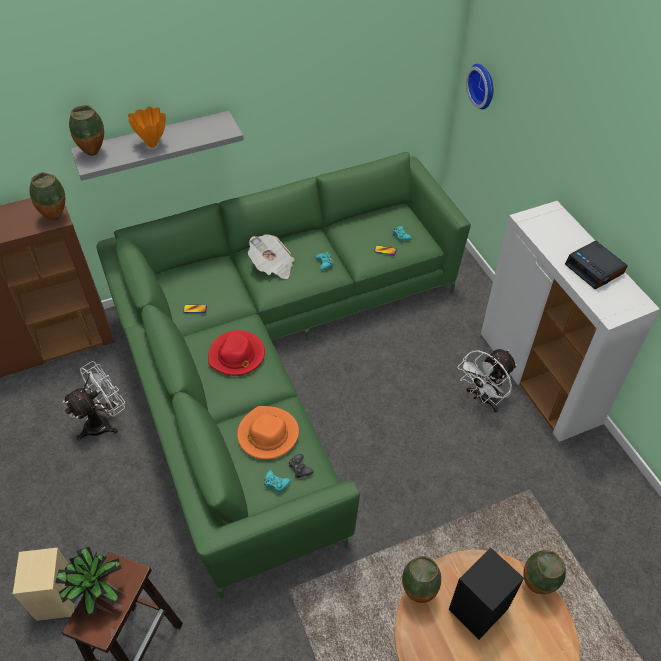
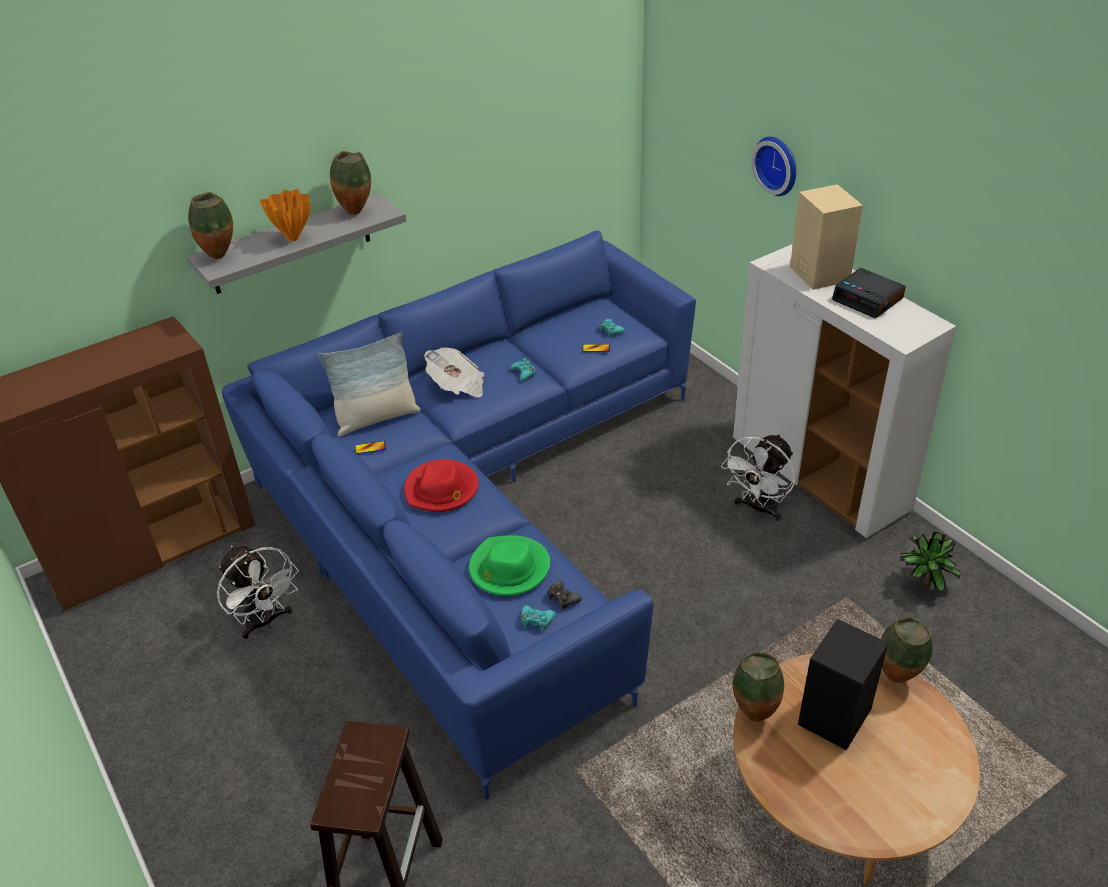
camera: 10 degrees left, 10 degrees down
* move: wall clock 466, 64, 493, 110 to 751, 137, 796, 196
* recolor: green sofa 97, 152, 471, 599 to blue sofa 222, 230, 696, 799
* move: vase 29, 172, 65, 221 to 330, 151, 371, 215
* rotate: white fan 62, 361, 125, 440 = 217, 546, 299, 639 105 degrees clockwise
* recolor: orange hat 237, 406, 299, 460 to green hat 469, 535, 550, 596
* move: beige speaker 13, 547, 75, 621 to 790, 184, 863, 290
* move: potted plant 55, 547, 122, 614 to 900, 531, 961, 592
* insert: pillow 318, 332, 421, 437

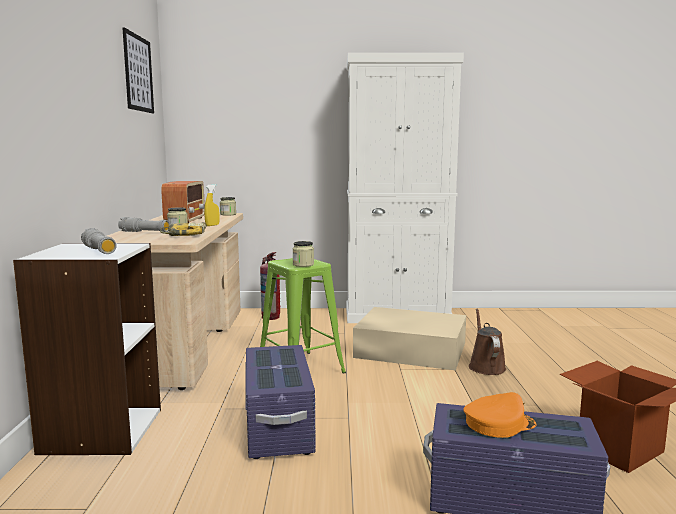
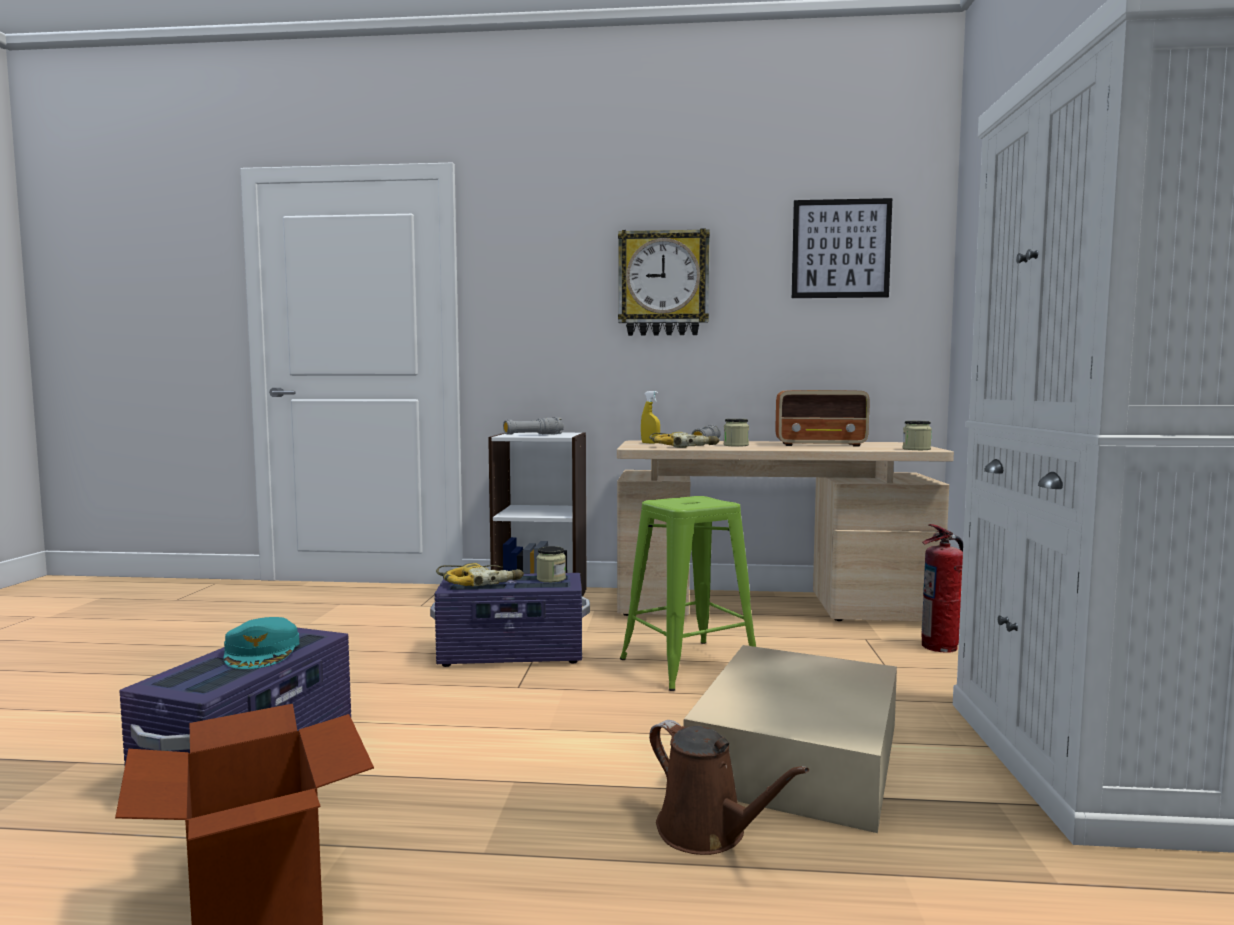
camera: 95 degrees right, 5 degrees down
* move: yellow spray bottle 204, 184, 220, 226 to 641, 391, 660, 444
* move: jar 293, 241, 314, 267 to 537, 546, 566, 583
* rotate: brown watering can 469, 309, 506, 375 = 649, 720, 809, 855 45 degrees clockwise
* recolor: orange cap 463, 392, 537, 438 to turquoise cap 223, 617, 299, 669
* insert: wall clock 618, 228, 710, 336
* insert: power drill 436, 563, 524, 586

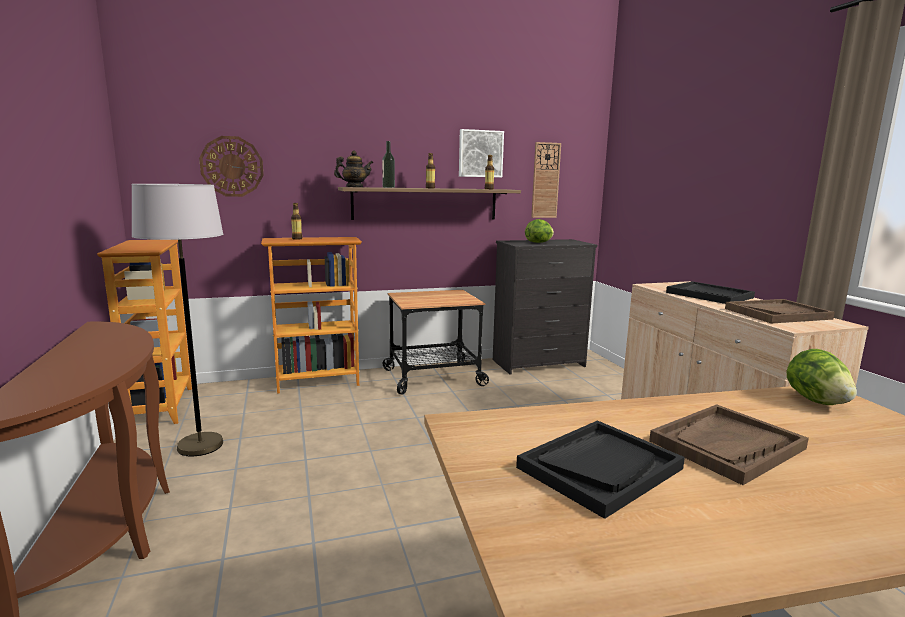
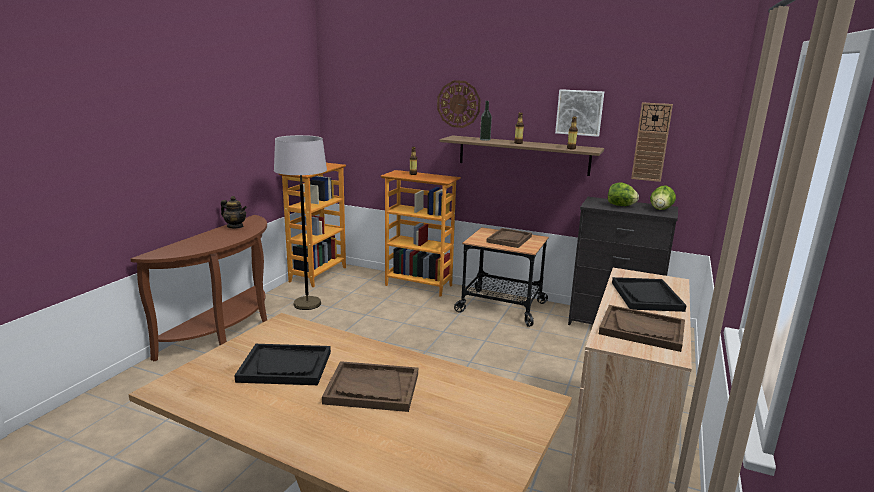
camera: 40 degrees right, 5 degrees up
* move: wall clock 199, 136, 263, 197 to 437, 80, 481, 128
* move: teapot 334, 150, 373, 187 to 221, 196, 247, 228
* move: lettuce 787, 349, 857, 405 to 650, 185, 676, 210
* insert: brown tray 487, 228, 532, 248

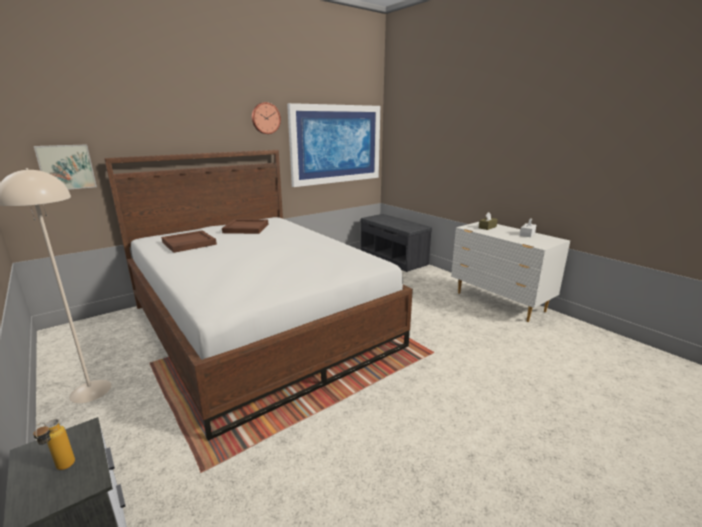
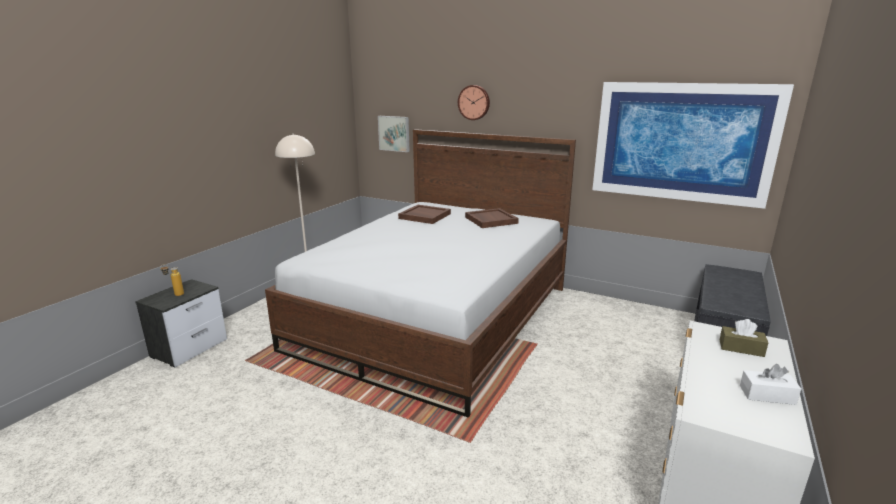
camera: 65 degrees right, 0 degrees up
* move: wall clock 252, 102, 281, 134 to 458, 85, 490, 120

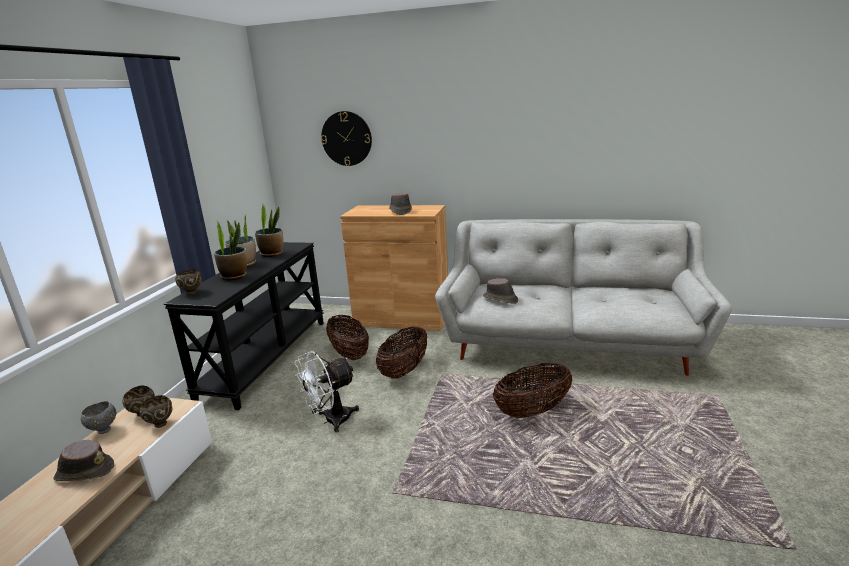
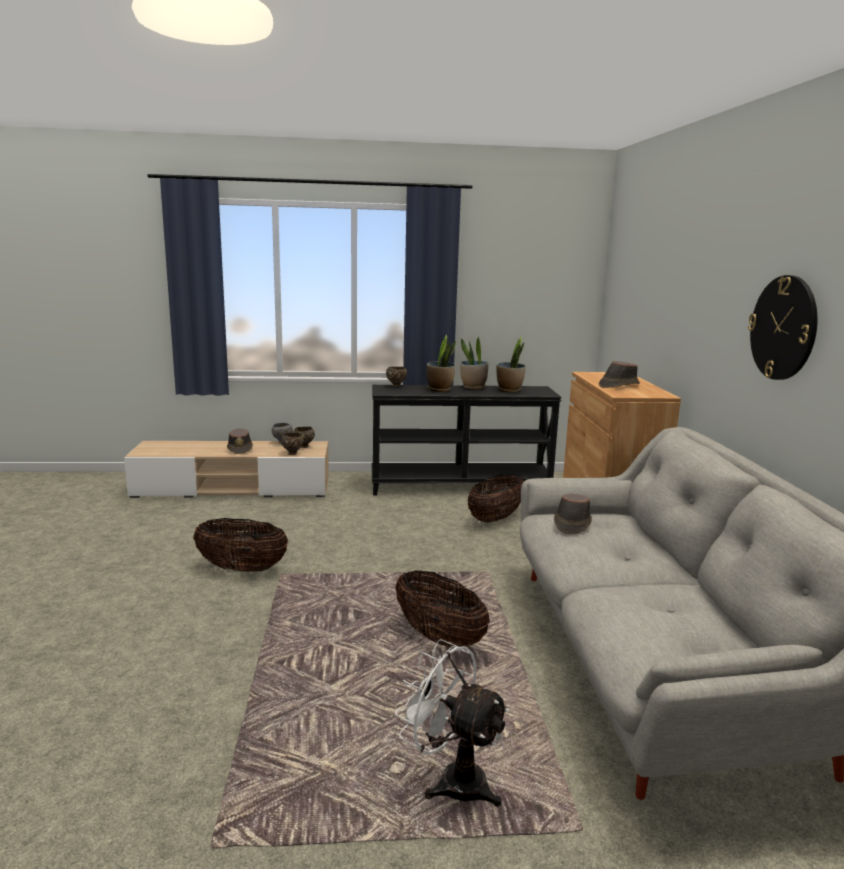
camera: 70 degrees right, 5 degrees down
* move: wall clock 321, 111, 372, 166 to 748, 275, 817, 380
* move: basket 376, 326, 427, 379 to 193, 518, 288, 572
* move: white fan 294, 351, 359, 432 to 395, 639, 510, 807

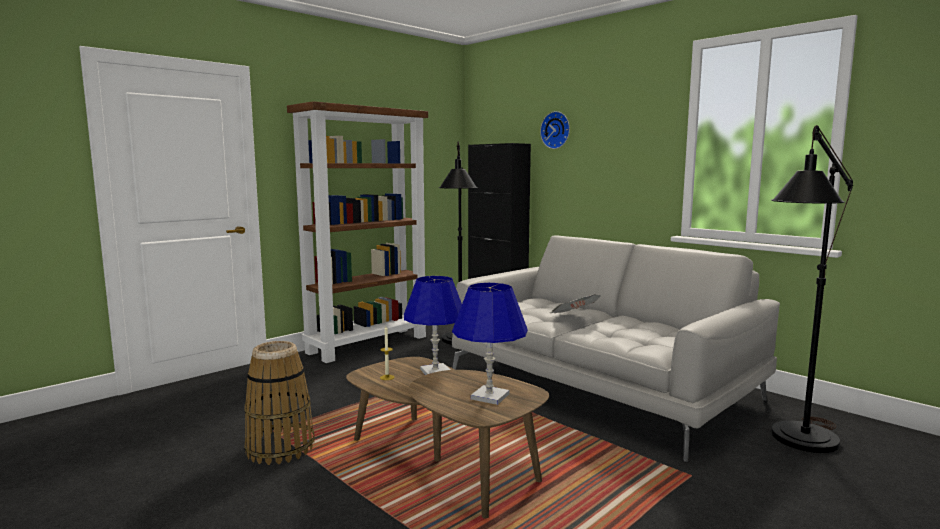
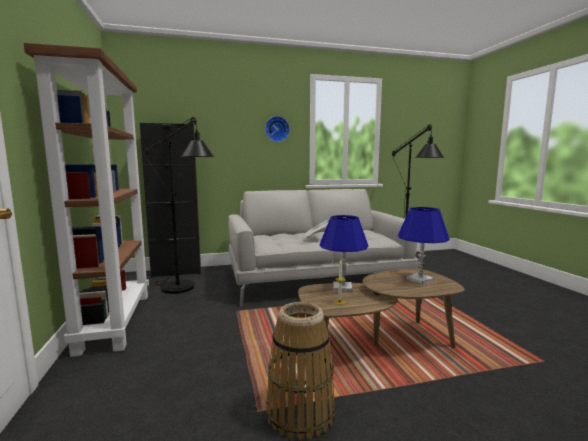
camera: 60 degrees left, 0 degrees up
* move: wall clock 540, 111, 570, 149 to 265, 116, 290, 142

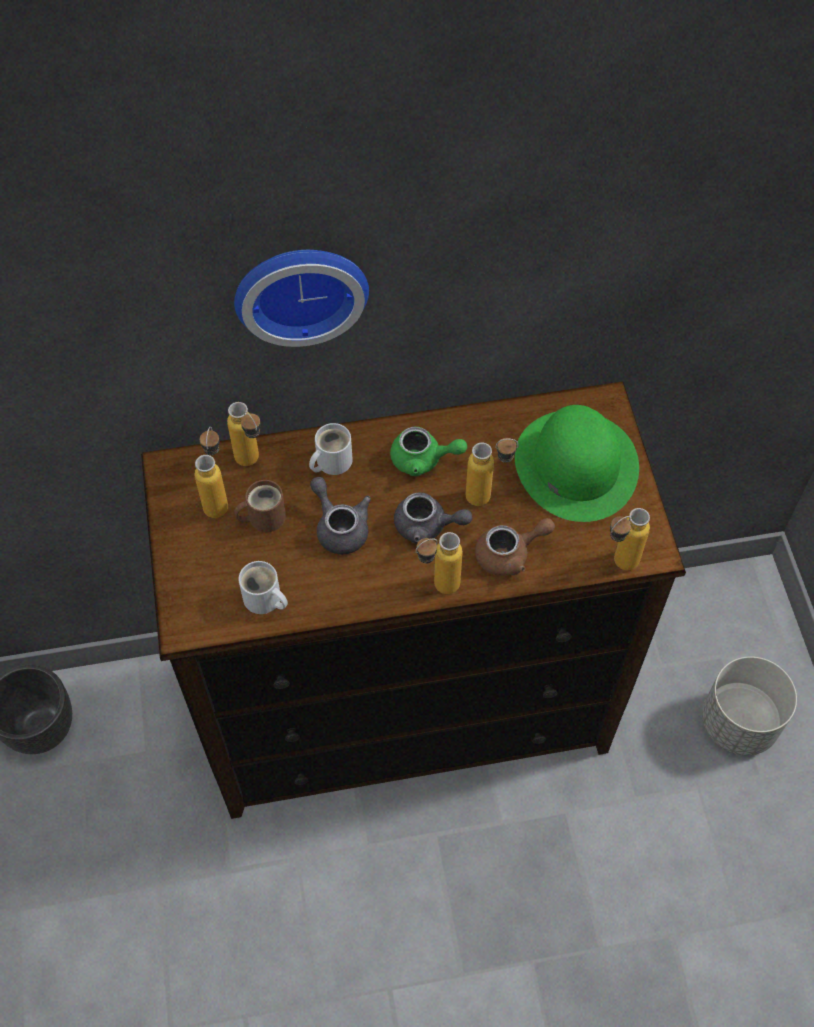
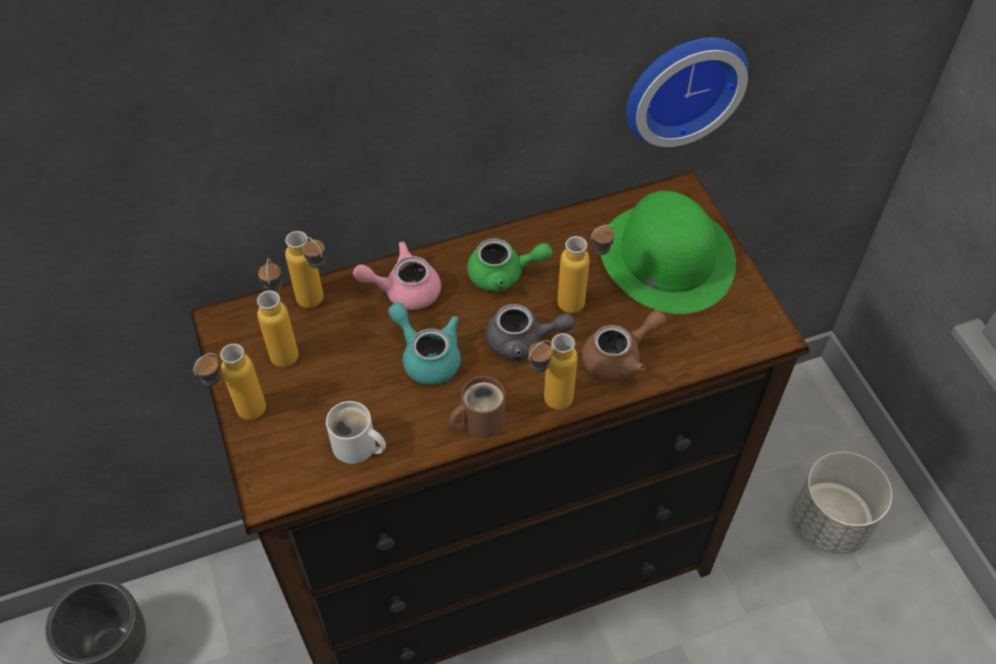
camera: 10 degrees left, 5 degrees down
* move: wall clock 234, 250, 369, 347 to 626, 37, 748, 147
* replace: white mug 309, 423, 353, 475 to pink teapot 353, 241, 441, 310
* recolor: grey teapot 310, 477, 371, 554 to turquoise teapot 388, 303, 461, 385
* move: brown mug 234, 480, 286, 532 to 449, 376, 505, 438
* move: bottle 610, 508, 650, 570 to 193, 344, 266, 420

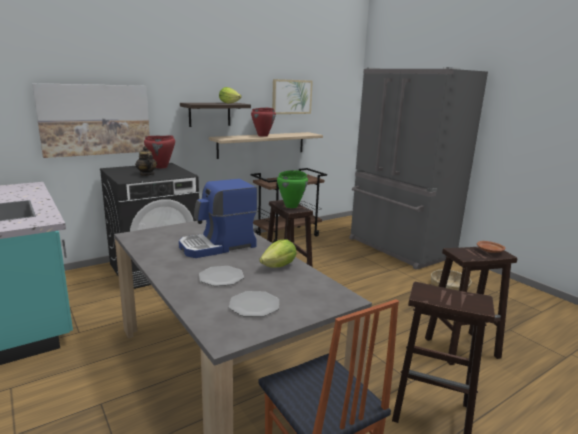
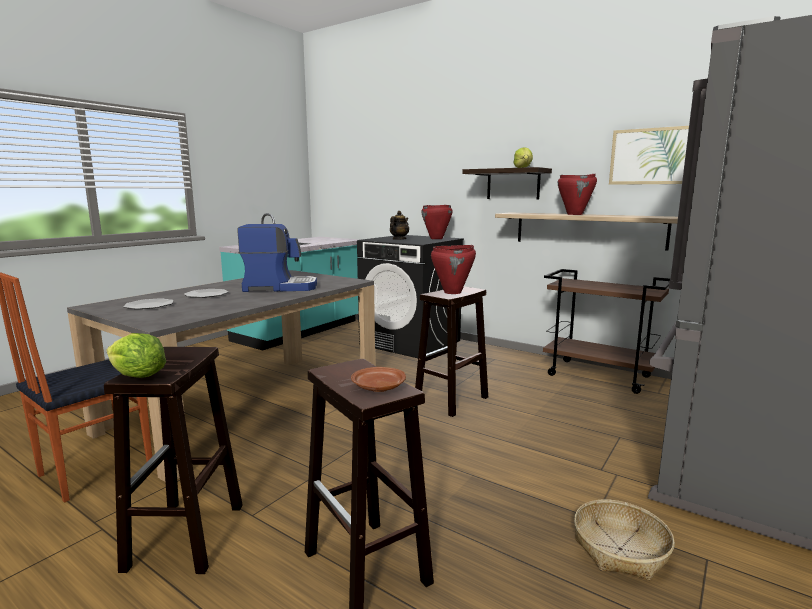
camera: 70 degrees right, 5 degrees down
* delete: picture 32, 83, 150, 158
* recolor: green cooking pot 277, 170, 308, 208 to red cooking pot 431, 245, 476, 294
* rotate: coffee machine 179, 179, 257, 258 = 237, 224, 317, 292 135 degrees clockwise
* move: lettuce 259, 239, 297, 268 to 107, 333, 166, 378

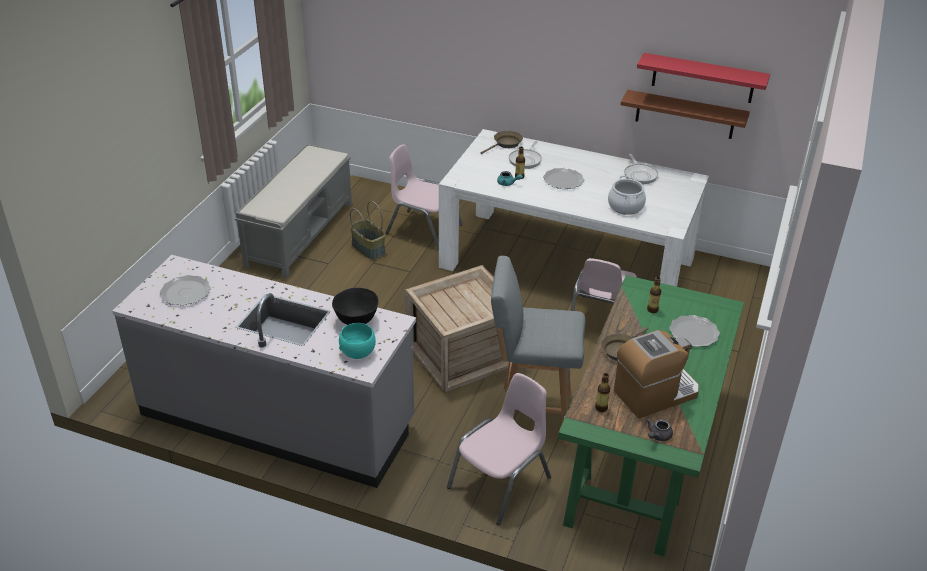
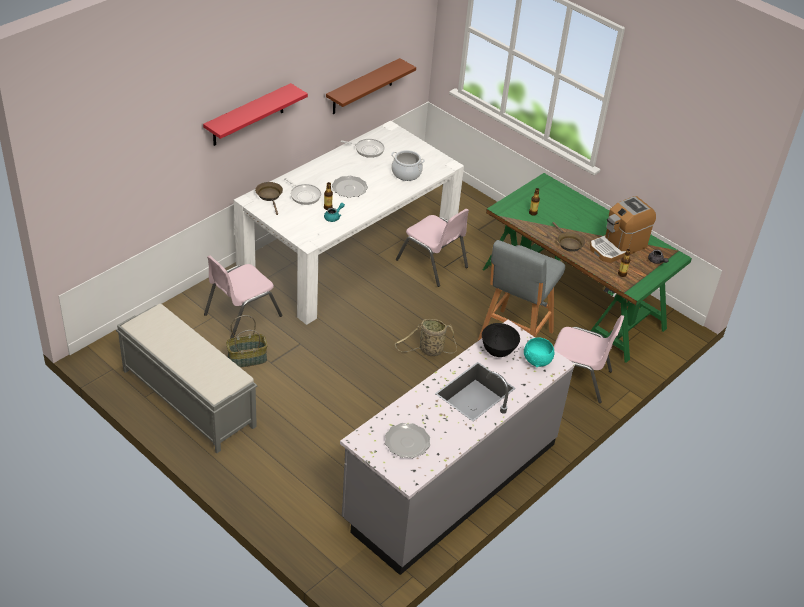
camera: 70 degrees left, 5 degrees up
* move: red shelf 637, 53, 770, 103 to 203, 83, 308, 146
* replace: crate 405, 265, 509, 393 to basket 395, 319, 457, 356
* delete: plate 669, 315, 720, 347
* rotate: coffee machine 614, 330, 699, 419 = 590, 196, 656, 263 120 degrees counterclockwise
* rotate: pink chair 447, 373, 551, 525 = 554, 315, 624, 403 135 degrees clockwise

